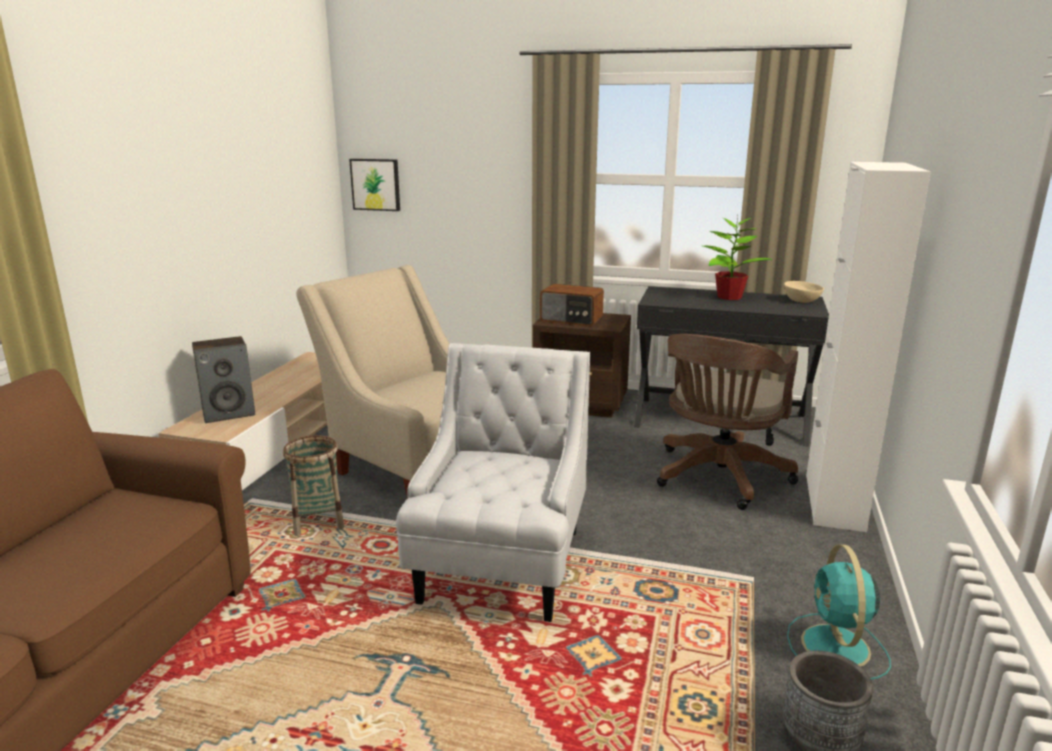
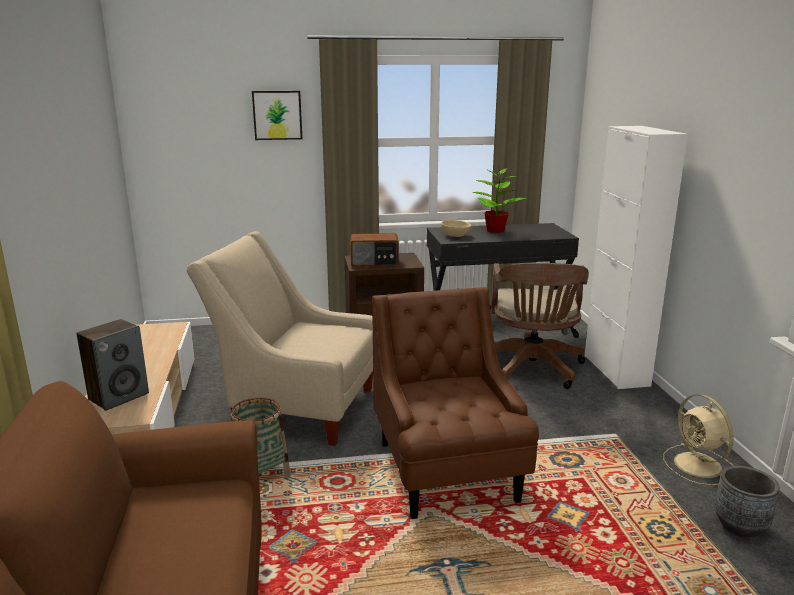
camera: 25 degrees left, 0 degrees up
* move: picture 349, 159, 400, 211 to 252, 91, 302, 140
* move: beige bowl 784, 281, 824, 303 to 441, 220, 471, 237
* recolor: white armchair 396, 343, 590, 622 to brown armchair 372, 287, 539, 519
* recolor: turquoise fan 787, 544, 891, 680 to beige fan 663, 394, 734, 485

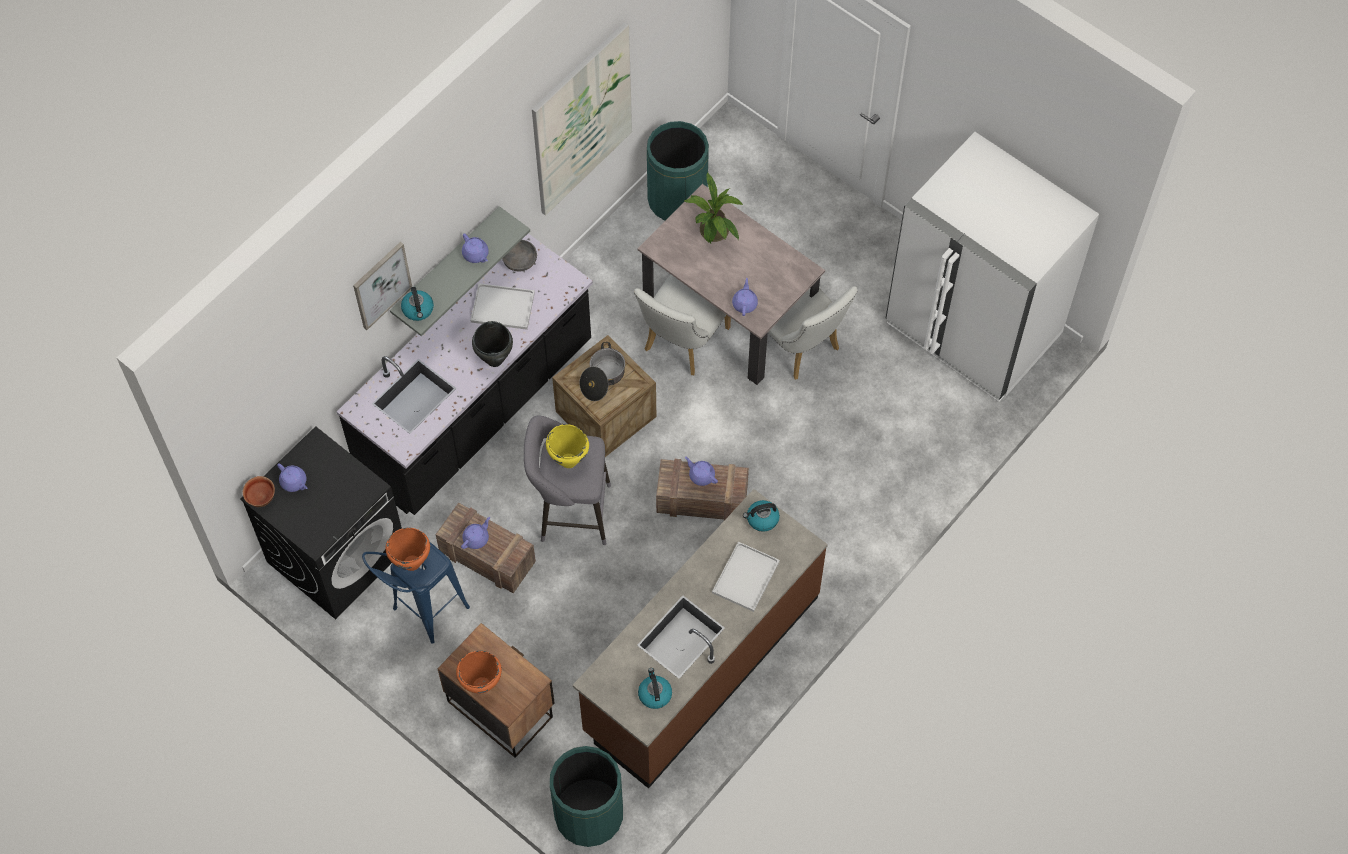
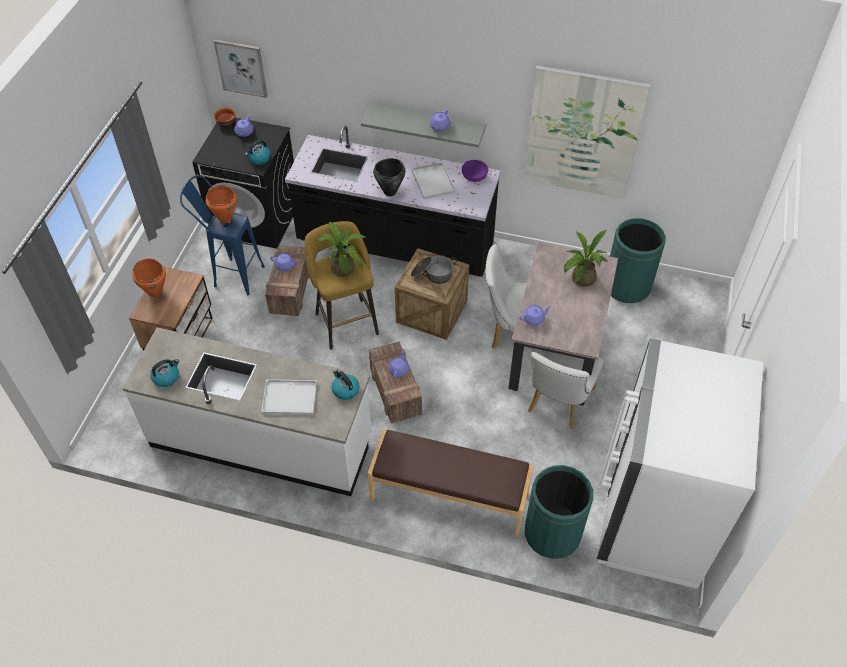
camera: 65 degrees right, 10 degrees down
* recolor: grey bowl 502, 240, 537, 272 to purple bowl 462, 160, 488, 182
* move: picture 353, 242, 412, 330 to 214, 40, 268, 98
* move: kettle 401, 287, 434, 321 to 245, 140, 271, 165
* recolor: grey stool 524, 416, 611, 545 to yellow stool 305, 221, 379, 349
* replace: yellow cooking pot 546, 424, 589, 468 to potted plant 317, 222, 366, 277
* recolor: brown counter 573, 489, 828, 789 to white counter 122, 327, 372, 496
* move: green trash can 550, 746, 623, 847 to 525, 465, 593, 559
* insert: brown bench 368, 430, 534, 537

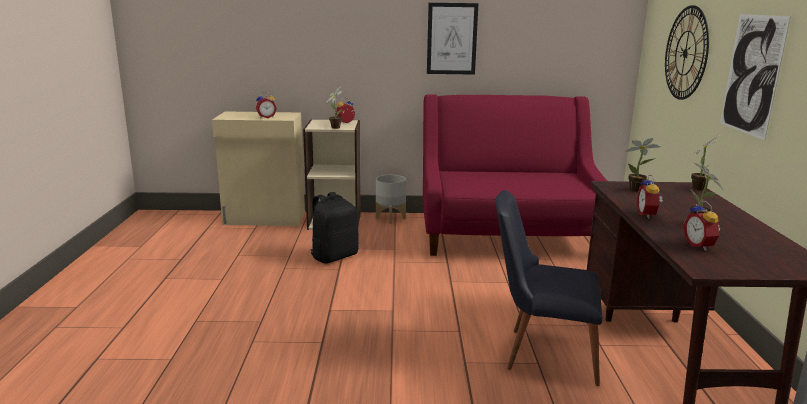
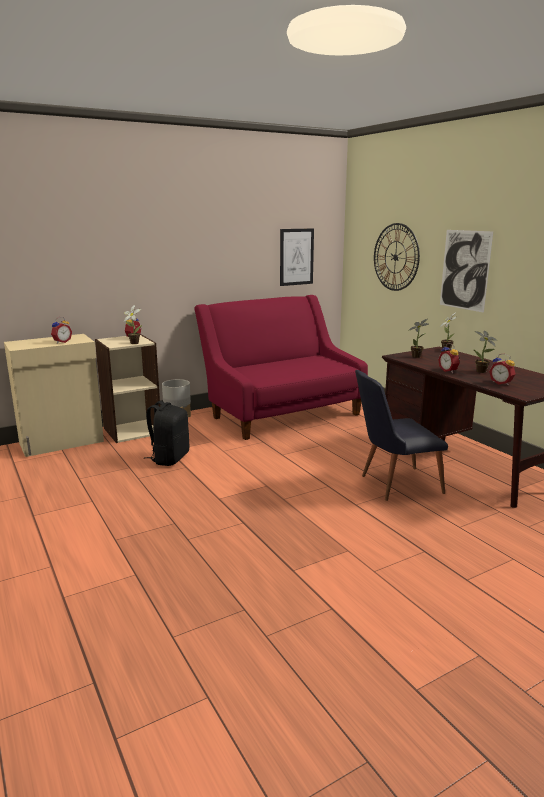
camera: 30 degrees left, 0 degrees up
* move: picture 427, 3, 479, 75 to 280, 228, 314, 286

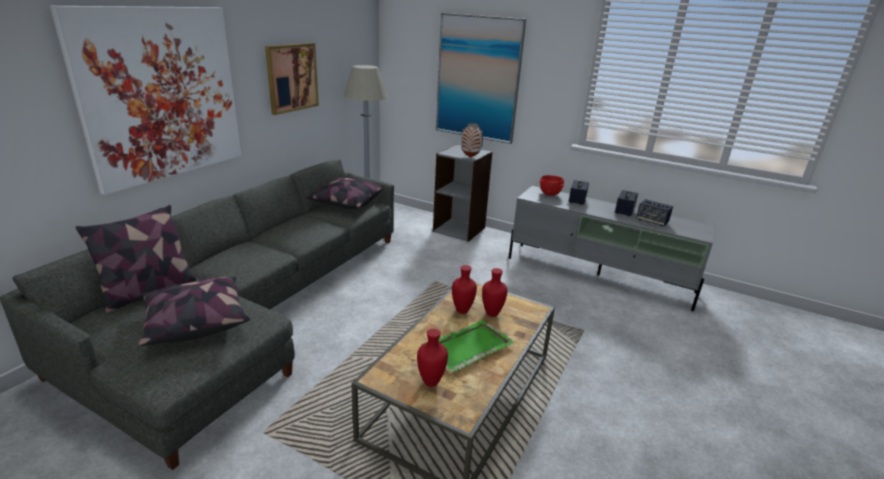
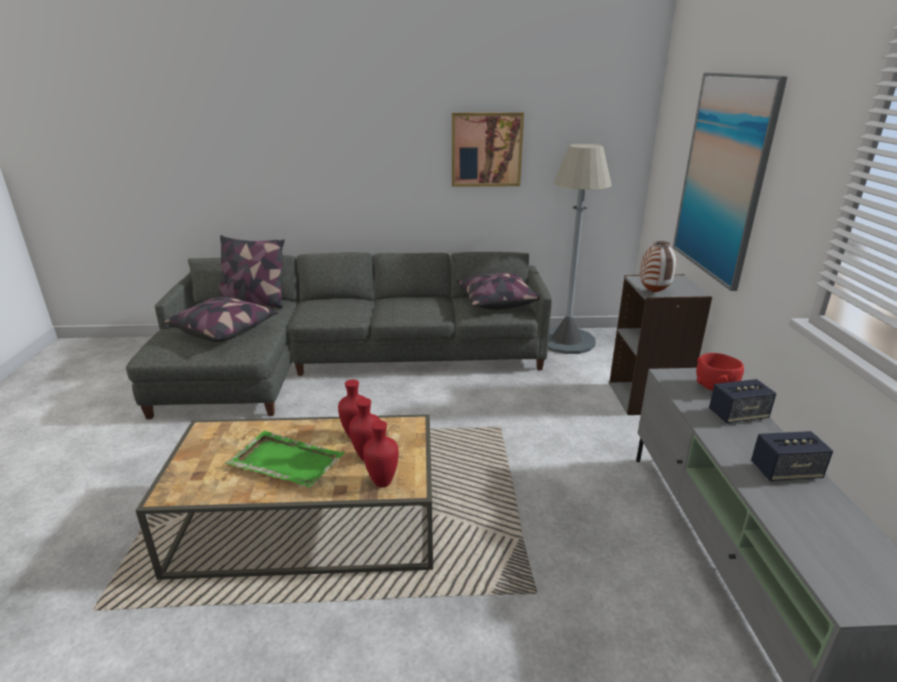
camera: 60 degrees right, 0 degrees up
* delete: picture 50, 6, 242, 195
* delete: speaker 636, 199, 673, 226
* move: red vase 417, 329, 448, 387 to 363, 420, 399, 487

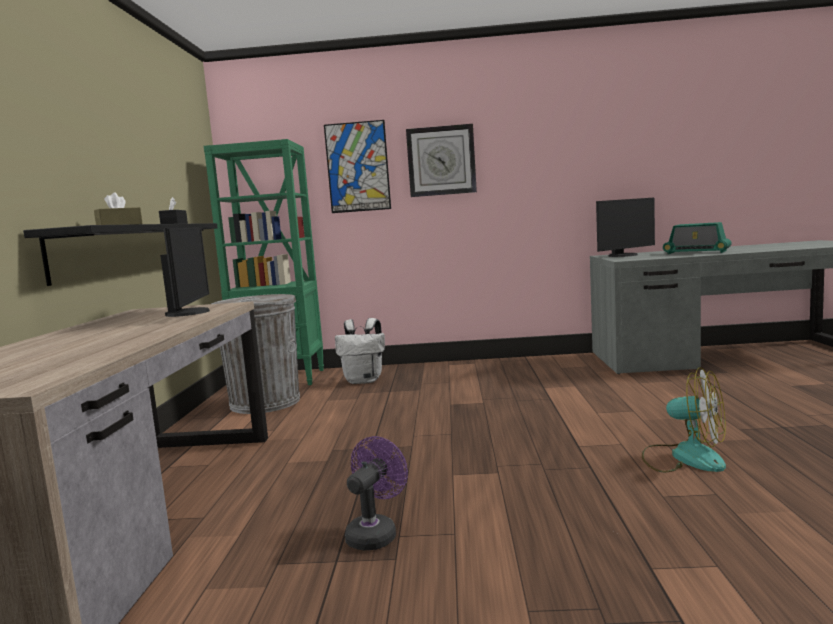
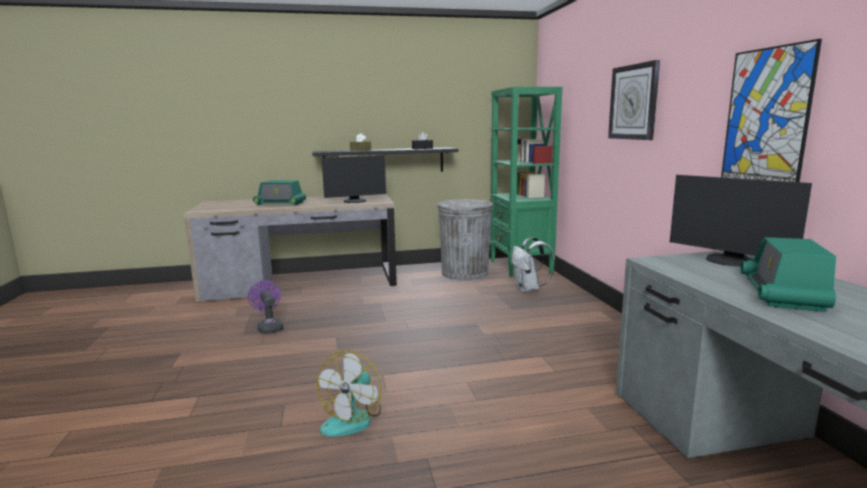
camera: 75 degrees right, 5 degrees up
* move: picture 324, 120, 391, 213 to 721, 39, 822, 182
* rotate: purple fan 345, 436, 408, 550 = 248, 280, 283, 334 135 degrees counterclockwise
* insert: radio 253, 180, 306, 206

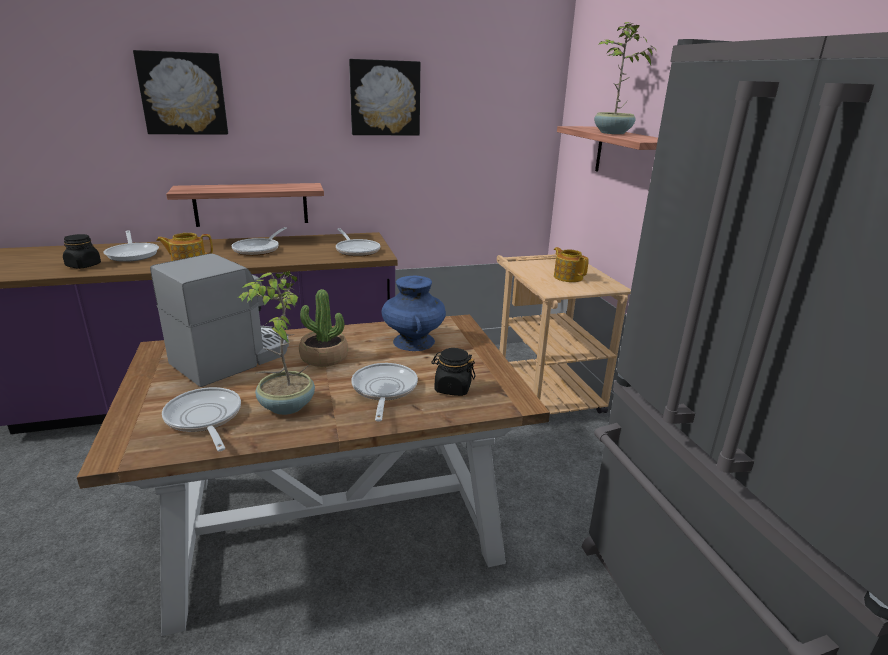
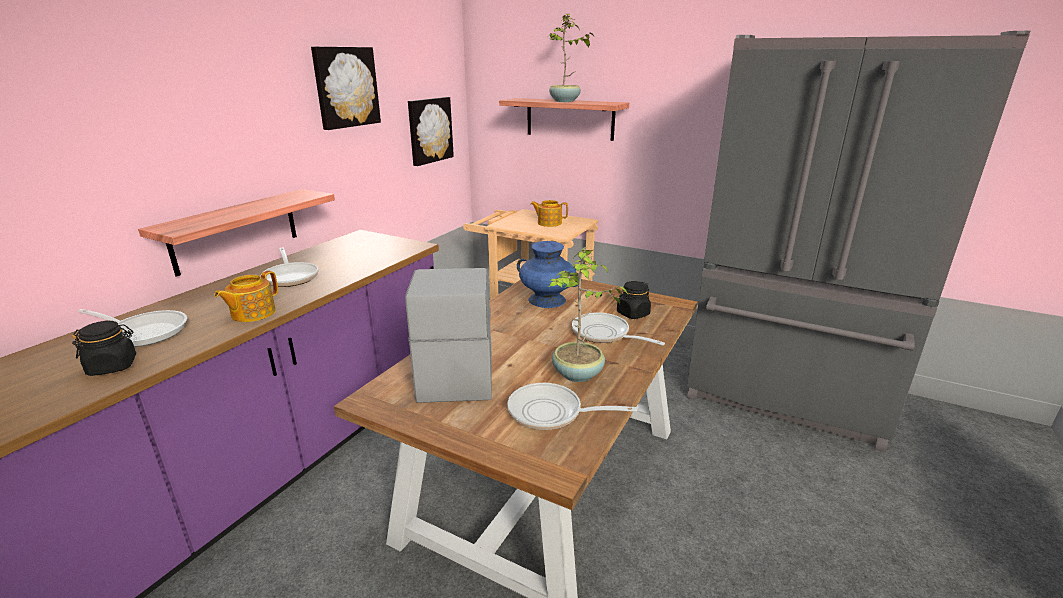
camera: 45 degrees left, 0 degrees up
* move: picture 133, 50, 228, 135 to 408, 97, 454, 166
* delete: frying pan 336, 228, 380, 257
* delete: potted plant 299, 289, 348, 367

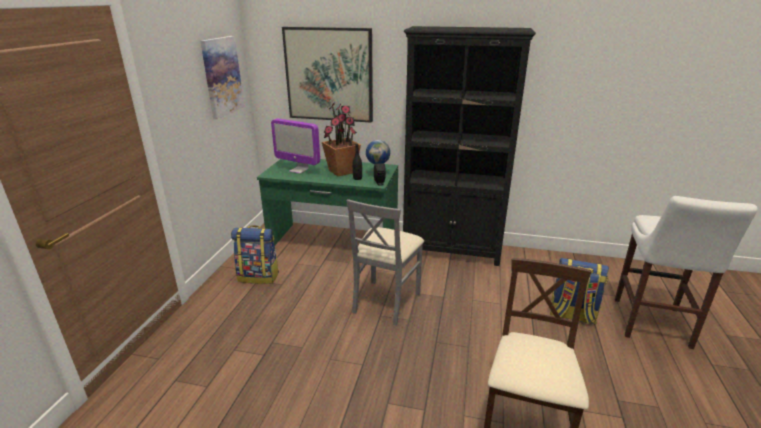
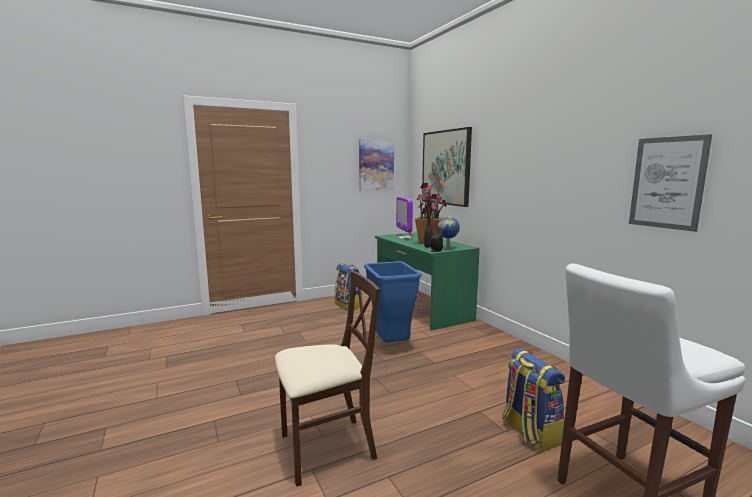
camera: 50 degrees right, 15 degrees down
* delete: black bookcase 403, 26, 536, 266
* replace: grey chair 347, 199, 424, 326 to blue trash can 364, 261, 422, 343
* insert: picture 629, 134, 712, 232

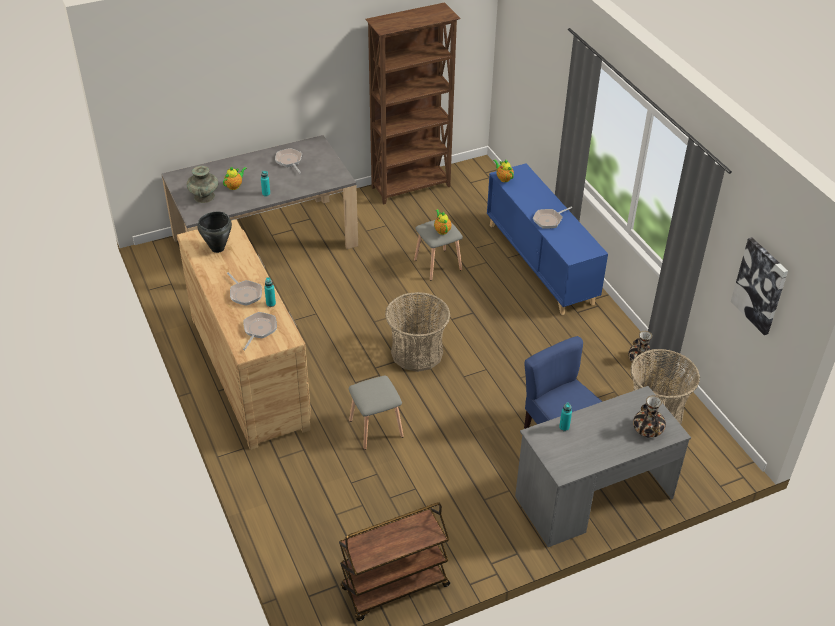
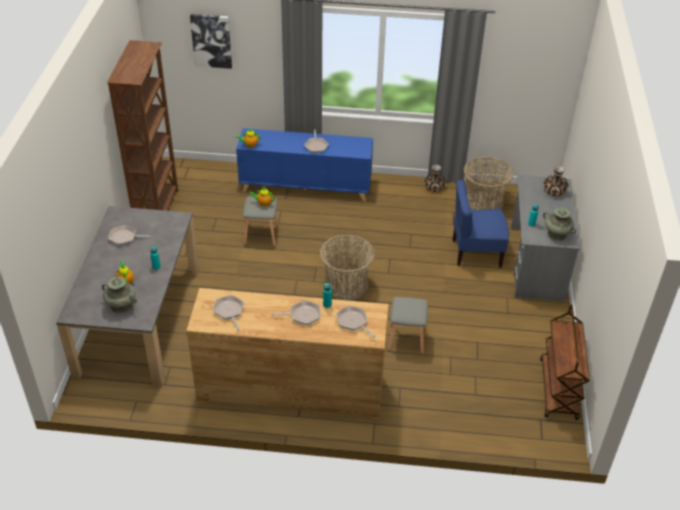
camera: 60 degrees left, 0 degrees up
* replace: black cooking pot 197, 211, 232, 253 to frying pan 213, 295, 244, 331
* move: picture 731, 237, 788, 335 to 190, 14, 232, 69
* insert: turquoise vase 543, 208, 576, 241

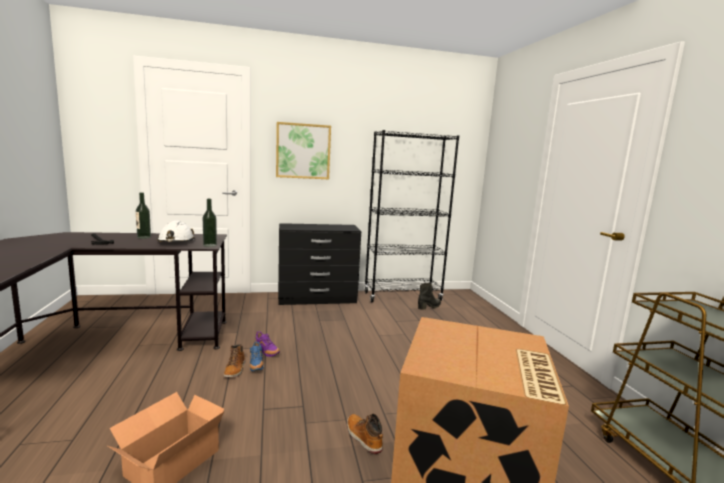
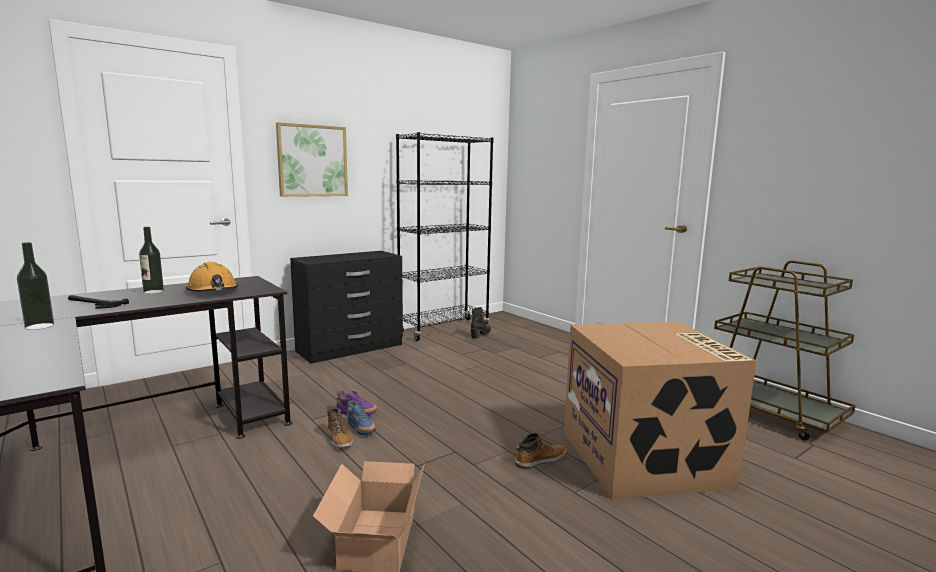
camera: 25 degrees left, 0 degrees up
* move: bottle 203, 199, 217, 247 to 17, 242, 54, 330
* recolor: white hard hat 157, 221, 195, 242 to orange hard hat 186, 262, 238, 292
* rotate: boot 347, 413, 383, 454 = 515, 433, 566, 469 120 degrees clockwise

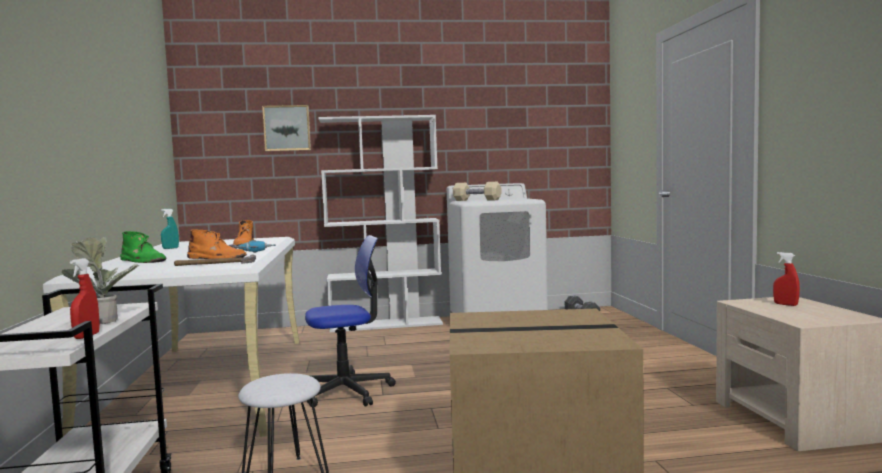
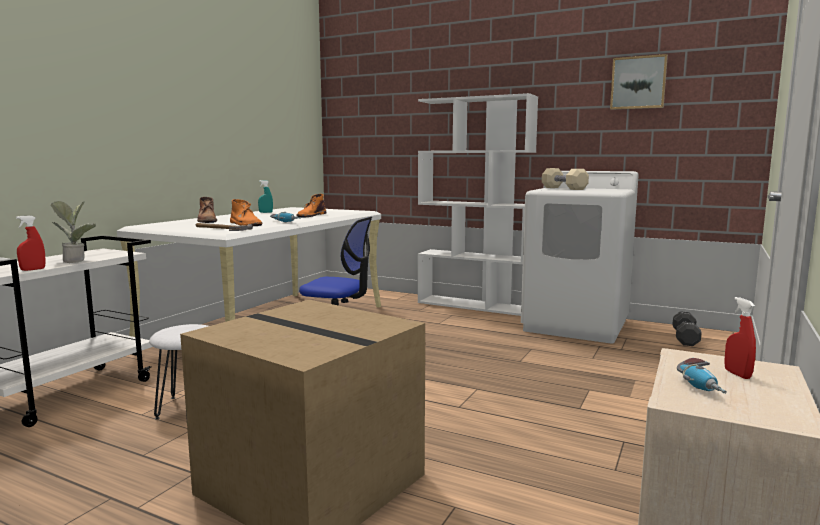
camera: 35 degrees right, 5 degrees up
* move: picture 262, 105, 311, 151 to 610, 54, 668, 110
* recolor: green boot 120, 231, 166, 263 to brown boot 197, 197, 217, 223
* insert: power drill 677, 358, 727, 394

